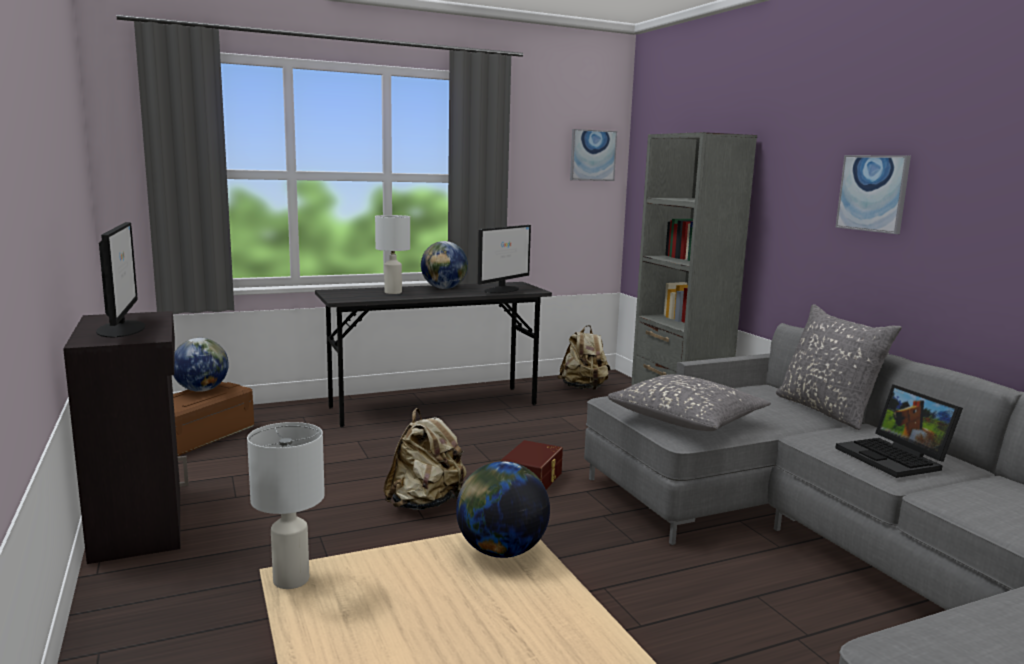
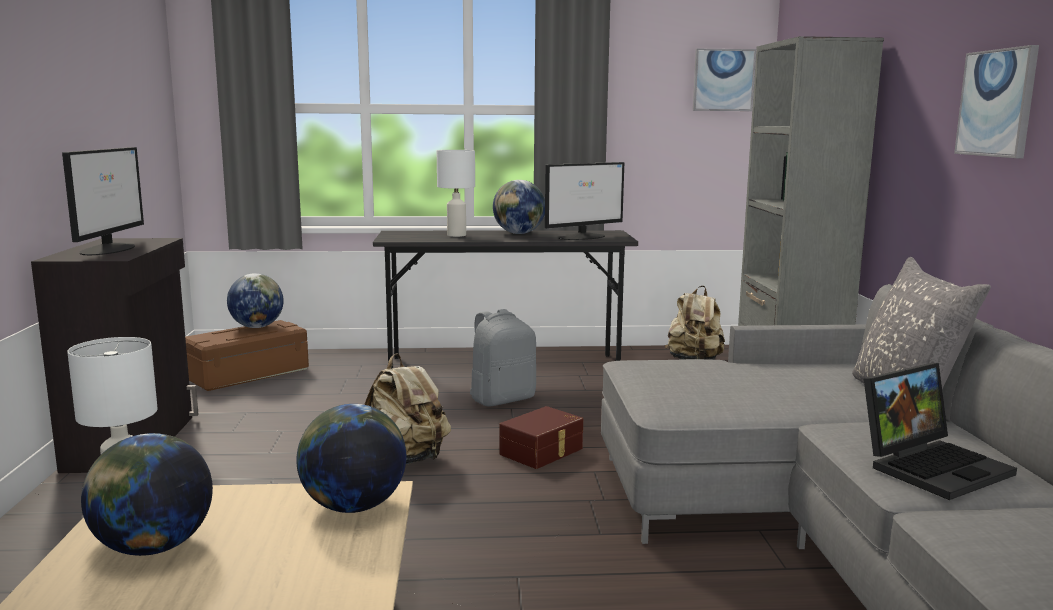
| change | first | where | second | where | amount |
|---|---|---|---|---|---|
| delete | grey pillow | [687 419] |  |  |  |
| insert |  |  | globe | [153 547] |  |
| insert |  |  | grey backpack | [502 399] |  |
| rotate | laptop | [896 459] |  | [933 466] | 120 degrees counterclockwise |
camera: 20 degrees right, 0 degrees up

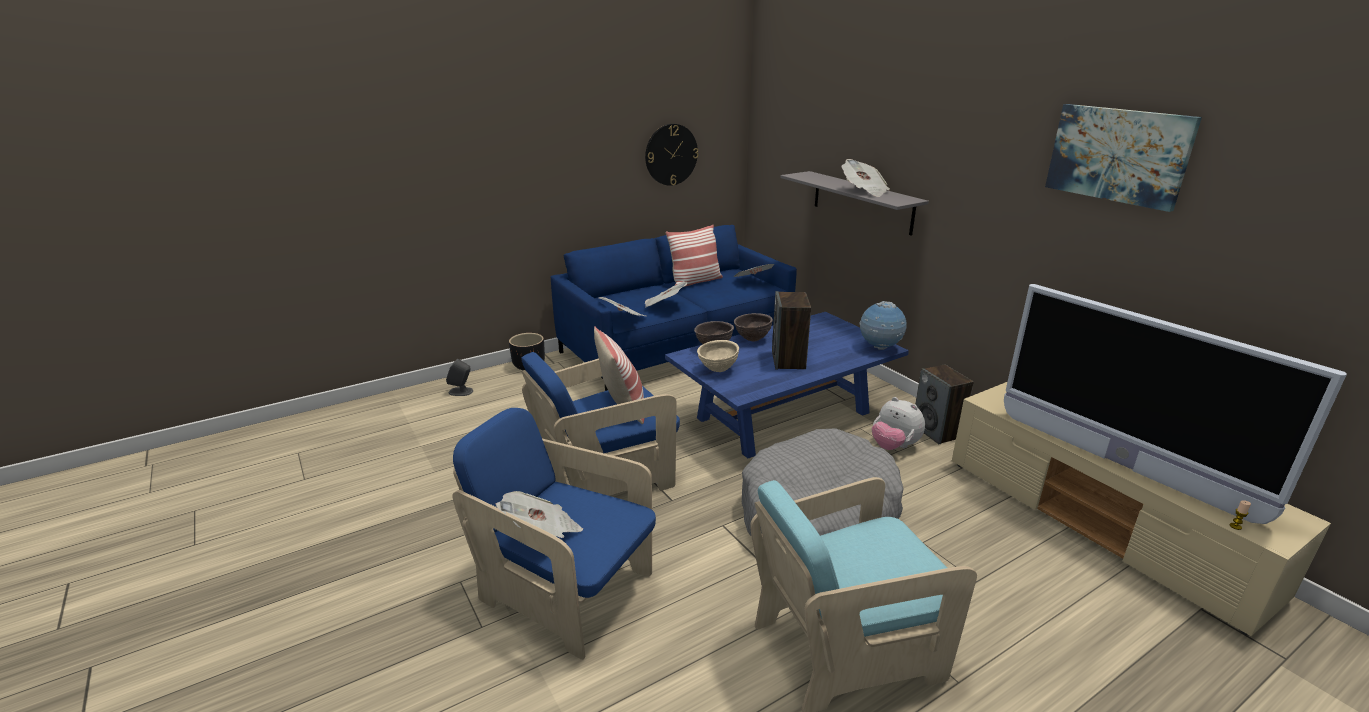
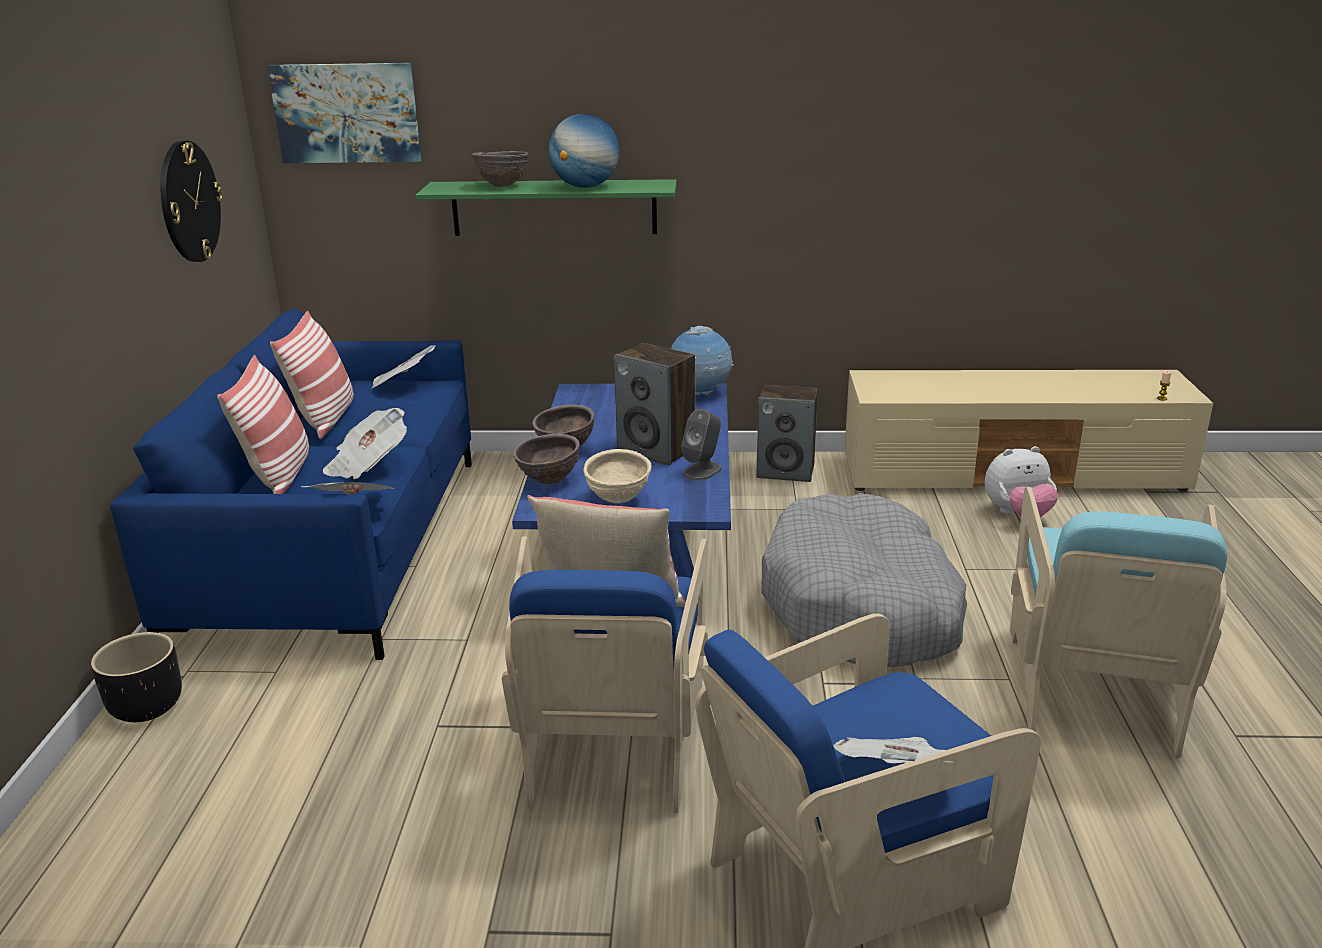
| change | first | where | second | where | amount |
|---|---|---|---|---|---|
| delete | television | [1119 464] |  |  |  |
| insert |  |  | pillow | [279 474] |  |
| insert |  |  | brown bowl | [503 186] |  |
| move | grey speaker | [461 392] |  | [702 471] |  |
| move | plush toy | [894 446] |  | [1017 515] |  |
| move | picture | [1118 155] |  | [347 113] |  |
| replace | newspaper | [864 191] | globe | [585 187] |  |
| recolor | grey shelf | [862 202] | green shelf | [554 207] |  |
camera: 55 degrees left, 0 degrees up

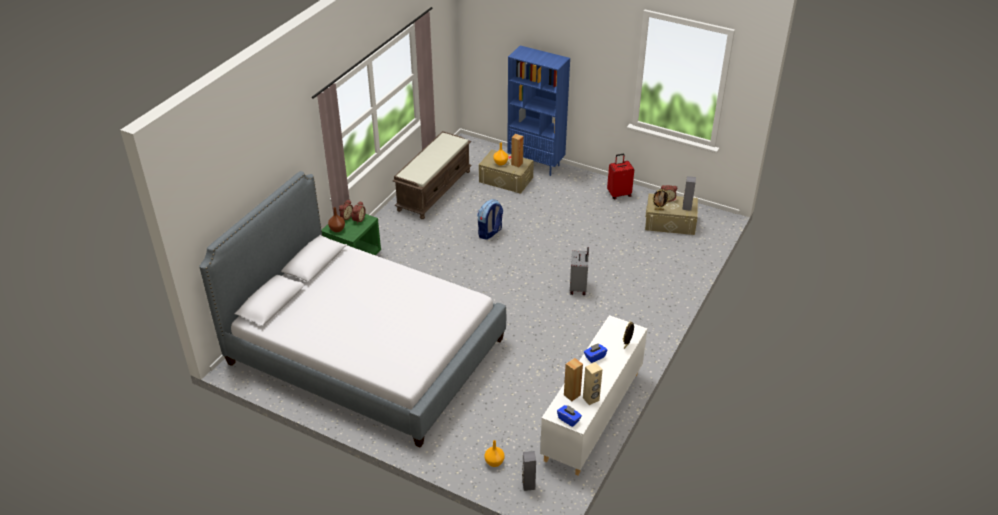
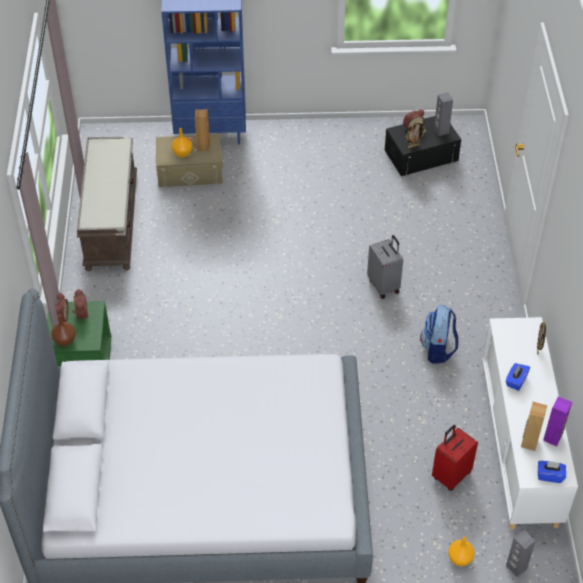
| change | first | where | second | where | amount |
|---|---|---|---|---|---|
| move | backpack | [490 233] |  | [438 349] |  |
| move | red suitcase | [619 194] |  | [450 475] |  |
| recolor | beige speaker | [591 399] | purple speaker | [553 437] |  |
| recolor | beige storage box | [670 222] | black storage box | [421 155] |  |
camera: 30 degrees left, 10 degrees up

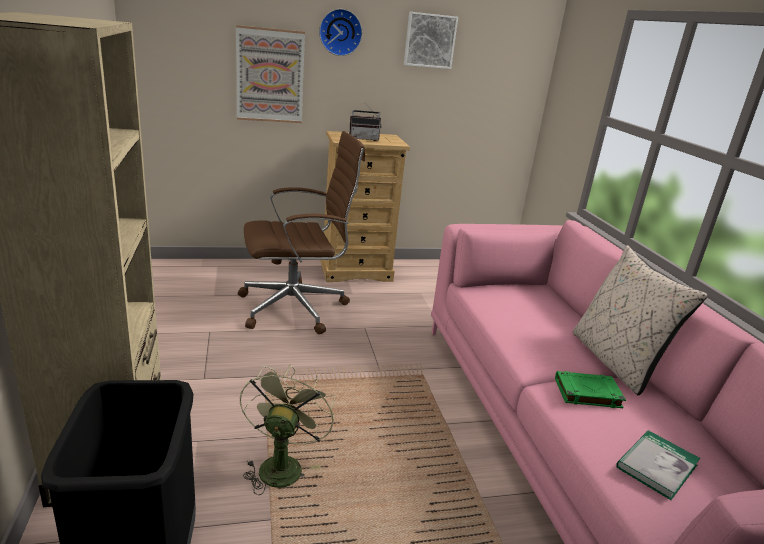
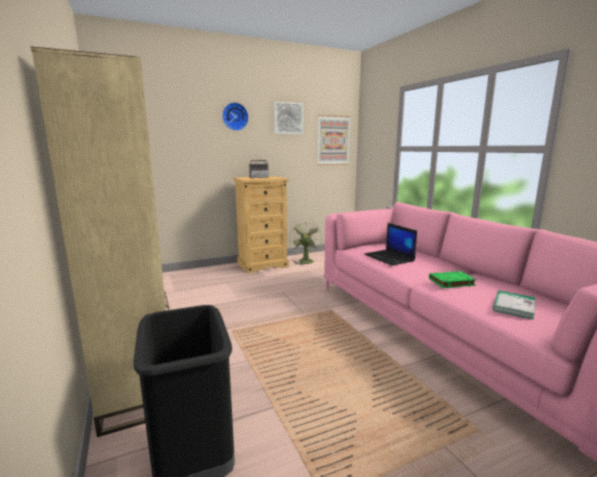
| change | first | where | second | where | amount |
|---|---|---|---|---|---|
| delete | brown office chair | [296 307] |  |  |  |
| delete | beige pillow | [615 361] |  |  |  |
| insert |  |  | laptop | [389 258] |  |
| move | picture | [270 76] |  | [333 140] |  |
| move | green fan | [281 464] |  | [304 260] |  |
camera: 10 degrees left, 10 degrees down

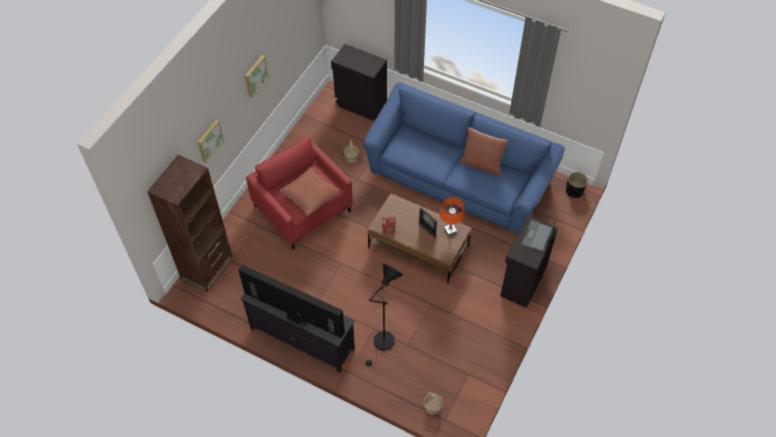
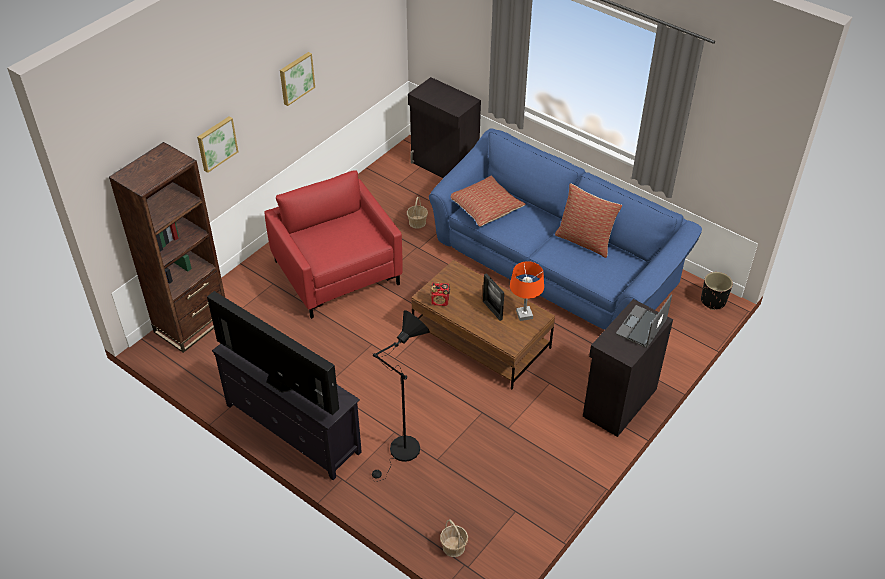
| change | first | where | second | where | amount |
|---|---|---|---|---|---|
| move | pillow | [309 195] |  | [485 208] |  |
camera: 10 degrees right, 10 degrees down

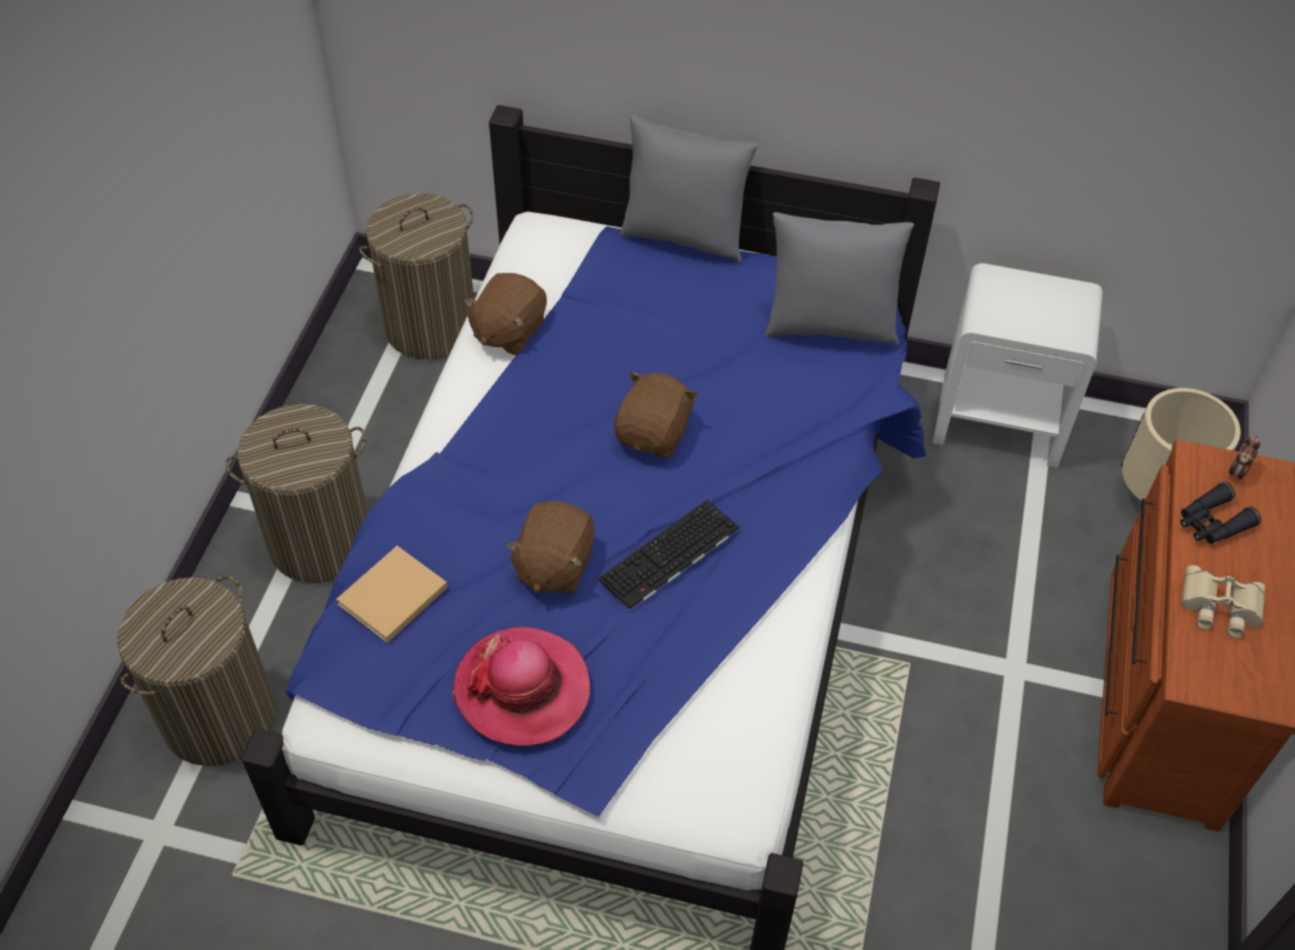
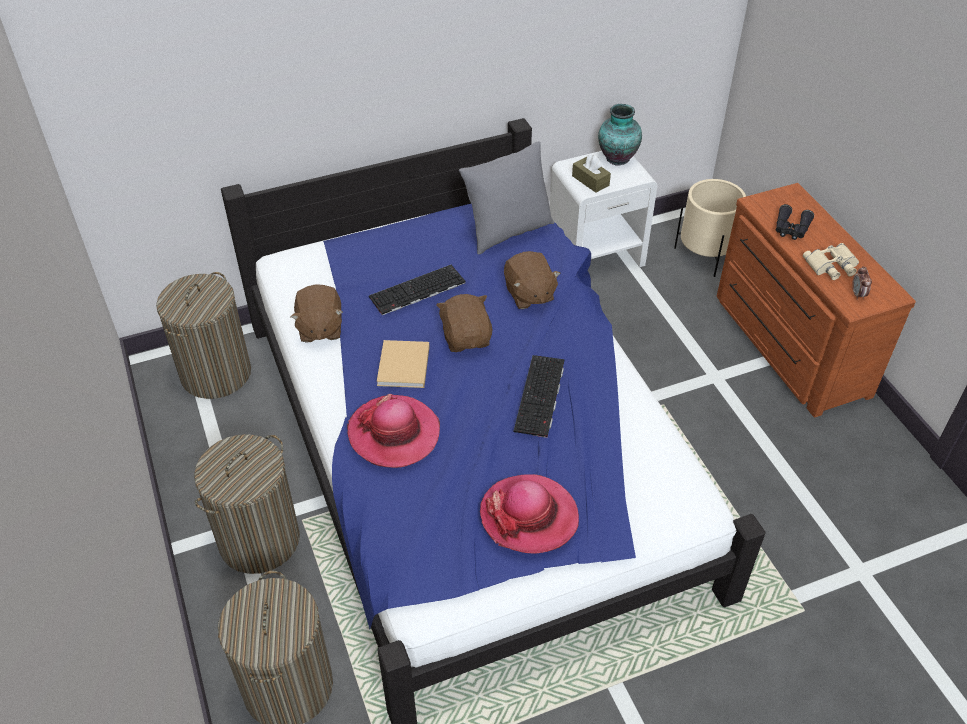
| change | first | where | second | where | amount |
|---|---|---|---|---|---|
| delete | grey pillow | [684 236] |  |  |  |
| insert |  |  | hat | [394 433] |  |
| insert |  |  | keyboard | [417 291] |  |
| insert |  |  | brown tissue box | [590 180] |  |
| insert |  |  | vase | [616 158] |  |
| move | beige book | [390 598] |  | [403 367] |  |
| move | brown plush toy | [553 565] |  | [529 294] |  |
| move | alarm clock | [1236 473] |  | [858 294] |  |
camera: 35 degrees left, 5 degrees down

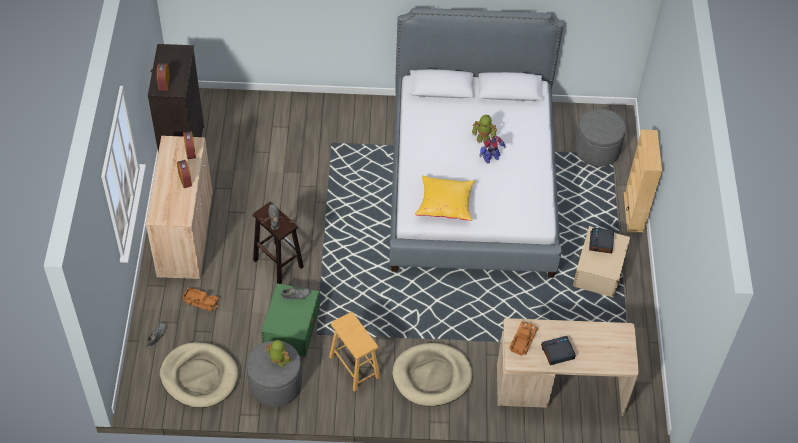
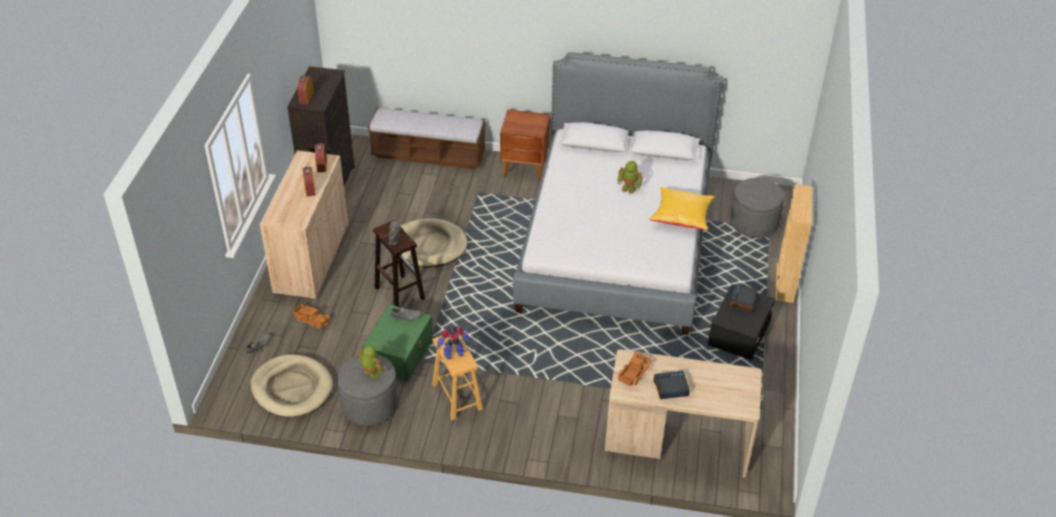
| change | first | where | second | where | amount |
|---|---|---|---|---|---|
| insert |  |  | bench | [428 155] |  |
| insert |  |  | brown nightstand | [525 168] |  |
| move | beige dog bed | [432 376] |  | [429 246] |  |
| move | yellow pillow | [445 204] |  | [681 217] |  |
| move | toy robot | [490 158] |  | [453 353] |  |
| recolor | beige storage box | [598 270] | black storage box | [738 333] |  |
camera: 10 degrees right, 10 degrees down

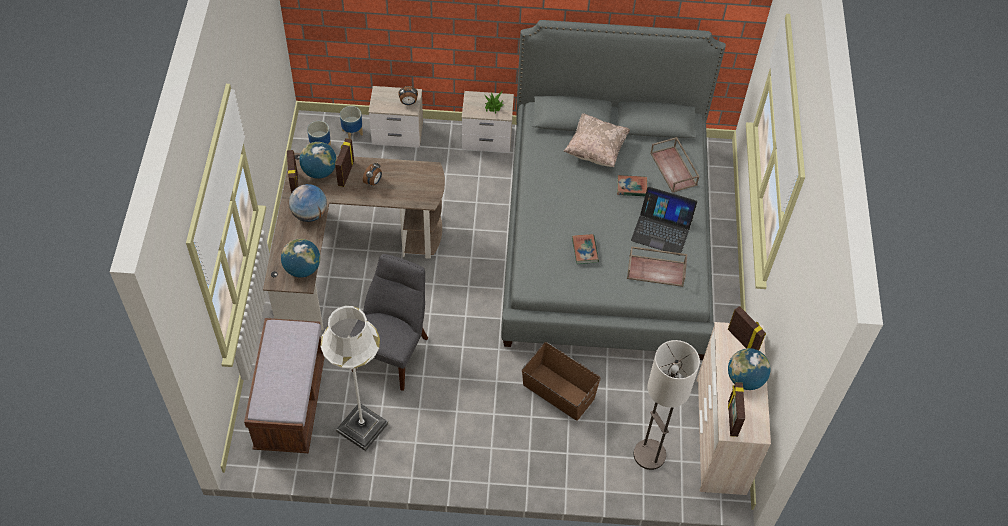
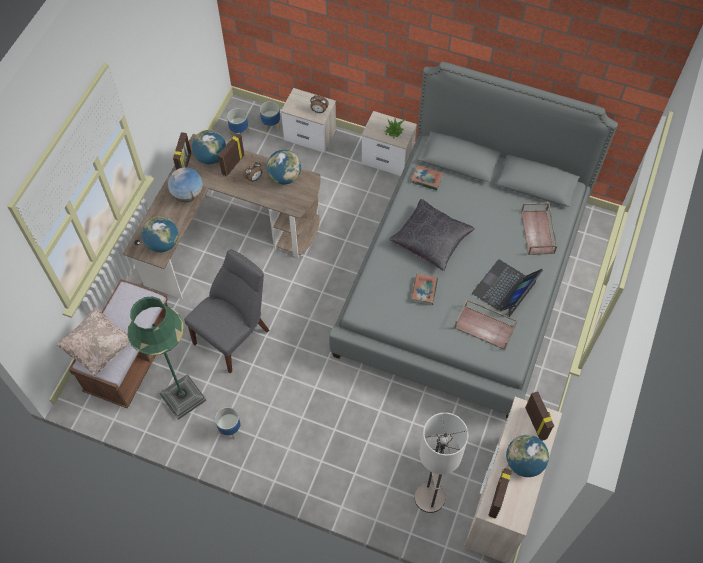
| change | first | where | second | where | amount |
|---|---|---|---|---|---|
| delete | brown storage box | [558 392] |  |  |  |
| insert |  |  | planter | [230 429] |  |
| insert |  |  | globe | [285 177] |  |
| insert |  |  | black pillow | [431 239] |  |
| move | beige pillow | [596 150] |  | [99 348] |  |
| move | book | [631 187] |  | [427 179] |  |
| recolor | white floor lamp | [362 427] | green floor lamp | [183 397] |  |
| rotate | laptop | [662 229] |  | [505 288] | 90 degrees clockwise |
camera: 20 degrees right, 5 degrees up

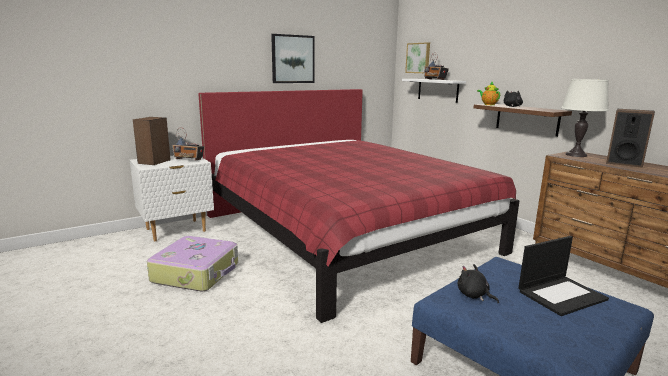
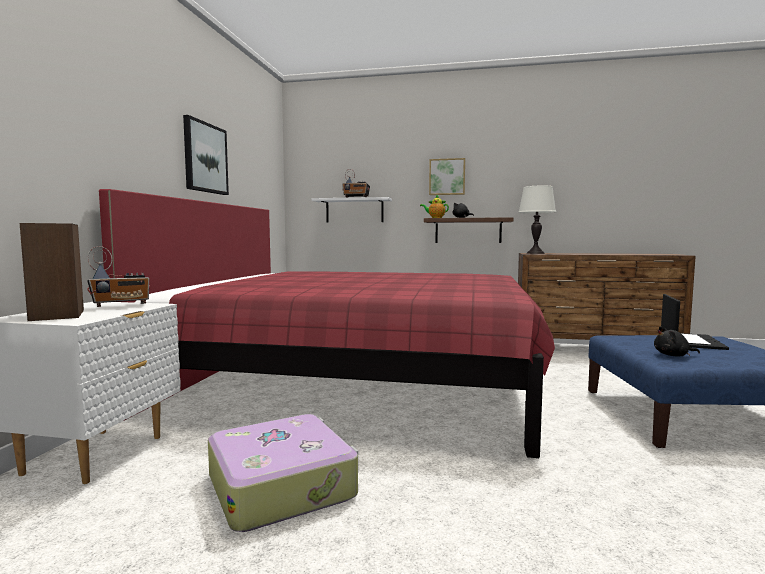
| change | first | where | second | where | amount |
|---|---|---|---|---|---|
| delete | speaker | [624 163] |  |  |  |
| move | picture | [418 58] |  | [447 177] |  |
camera: 45 degrees left, 10 degrees down

